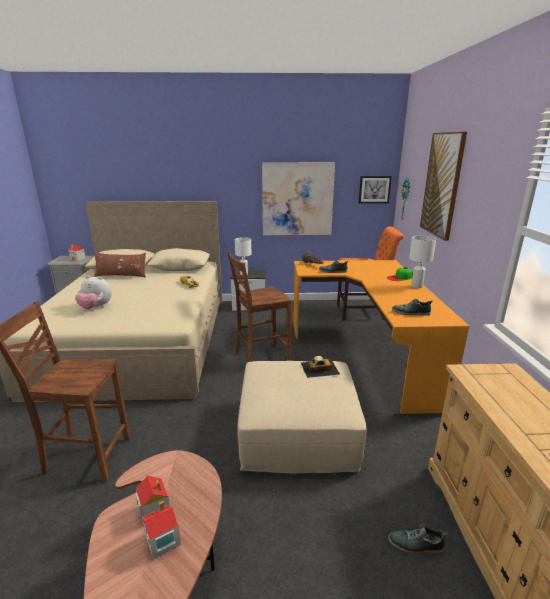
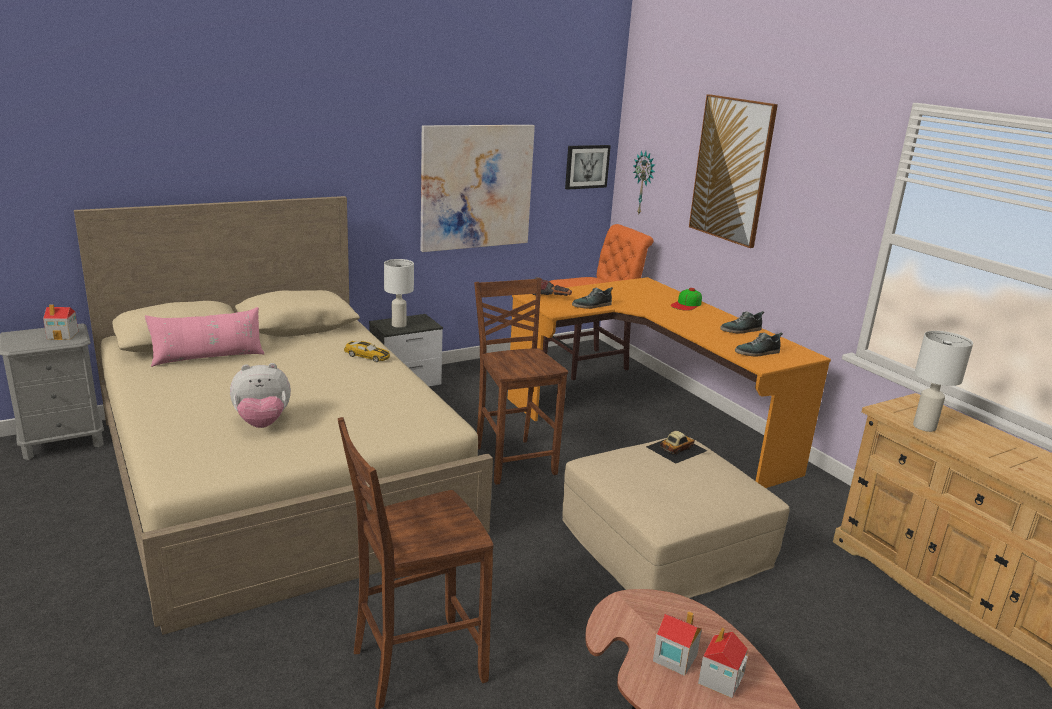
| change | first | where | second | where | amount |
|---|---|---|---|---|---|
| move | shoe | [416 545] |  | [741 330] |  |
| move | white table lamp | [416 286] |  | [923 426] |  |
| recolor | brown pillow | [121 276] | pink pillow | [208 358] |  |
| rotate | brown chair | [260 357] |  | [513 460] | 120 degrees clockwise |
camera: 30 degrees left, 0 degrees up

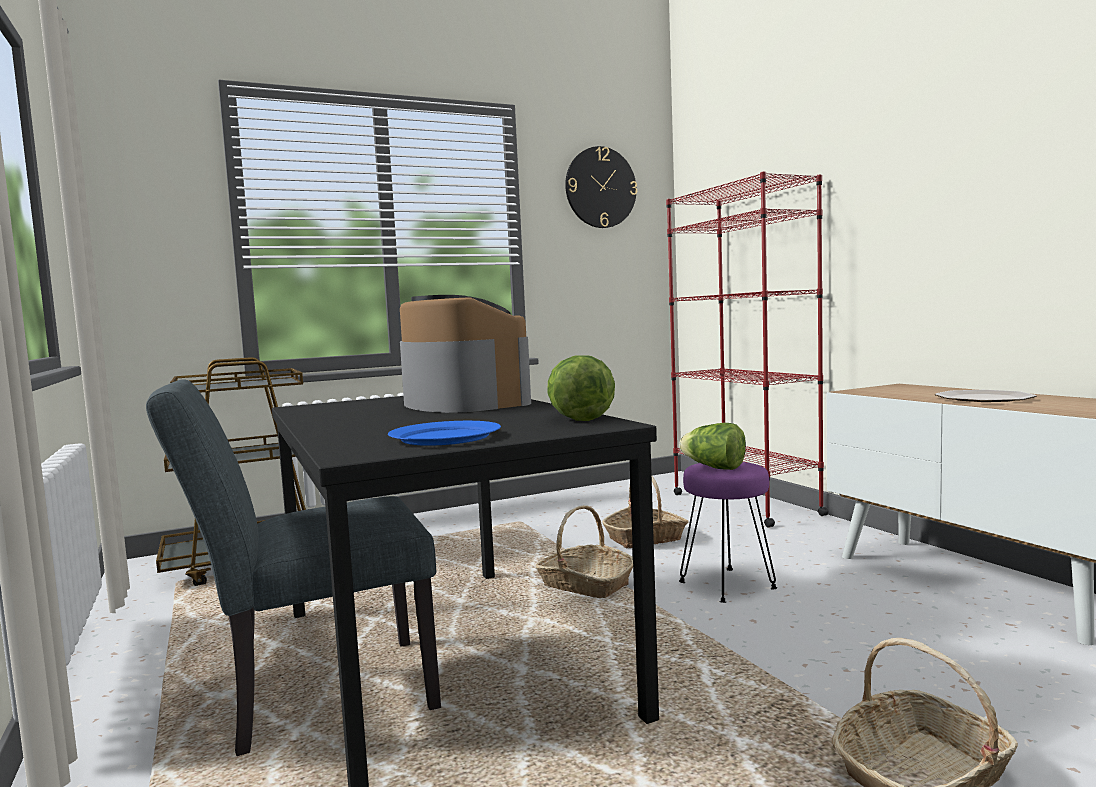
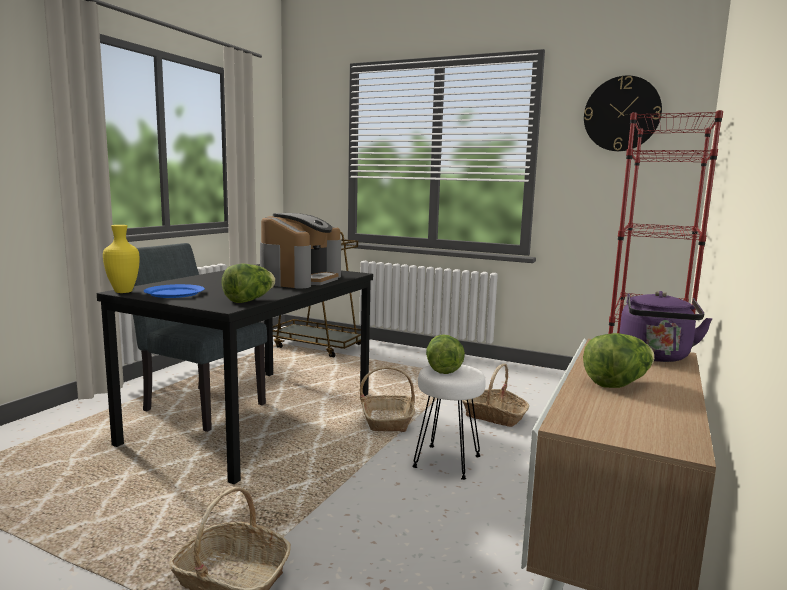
| change | first | where | second | where | amount |
|---|---|---|---|---|---|
| insert |  |  | yellow vase | [124 291] |  |
| insert |  |  | purple kettle | [655 357] |  |
| replace | plate | [983 398] | lettuce | [617 383] |  |
| recolor | purple stool | [728 585] | white stool | [447 462] |  |
camera: 50 degrees right, 5 degrees up

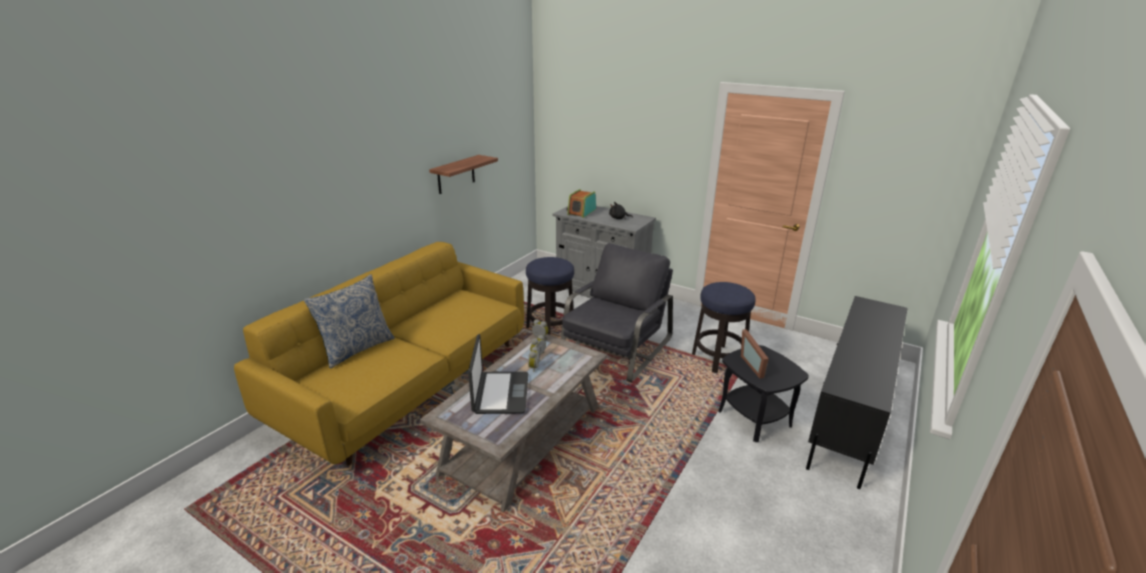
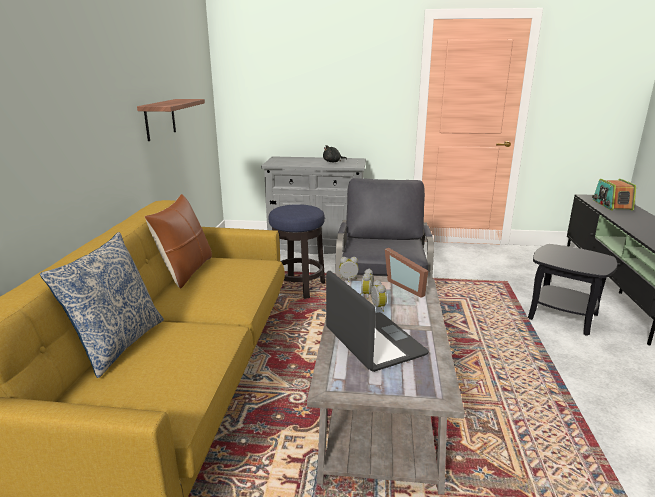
| change | first | where | second | where | amount |
|---|---|---|---|---|---|
| delete | stool | [718 359] |  |  |  |
| insert |  |  | brown pillow | [185 271] |  |
| move | radio | [581 212] |  | [611 205] |  |
| move | picture frame | [754 365] |  | [407 286] |  |
camera: 25 degrees left, 5 degrees down

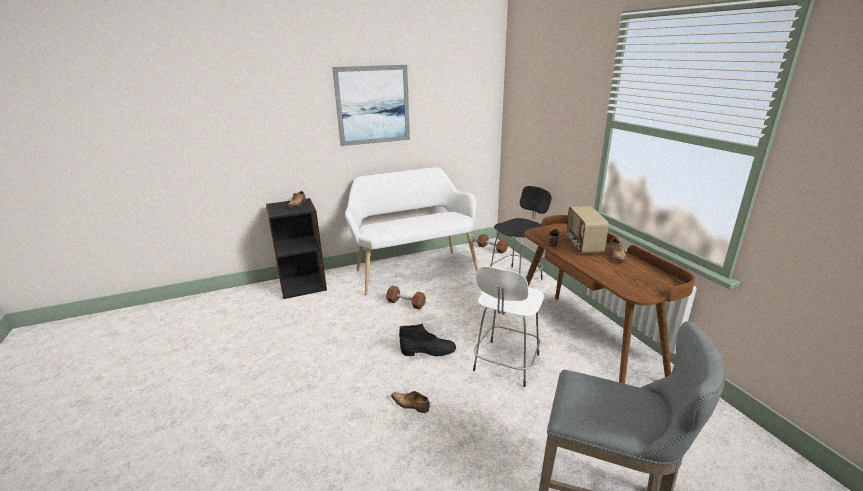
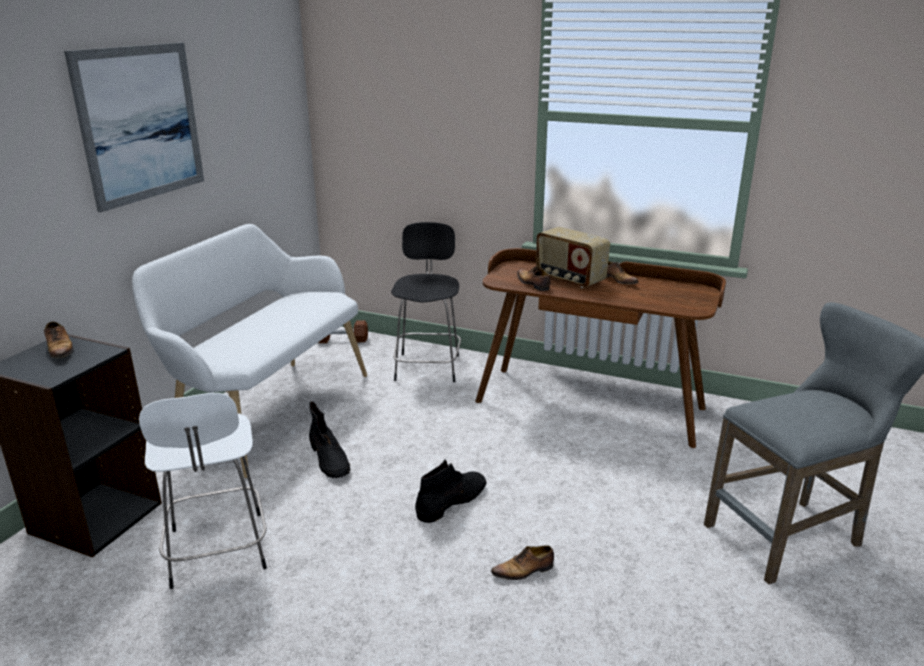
| change | first | where | second | where | amount |
|---|---|---|---|---|---|
| move | white stool | [505 364] |  | [218 552] |  |
| replace | brown dumbbell | [406 303] | black boot | [330 460] |  |
camera: 45 degrees left, 0 degrees up

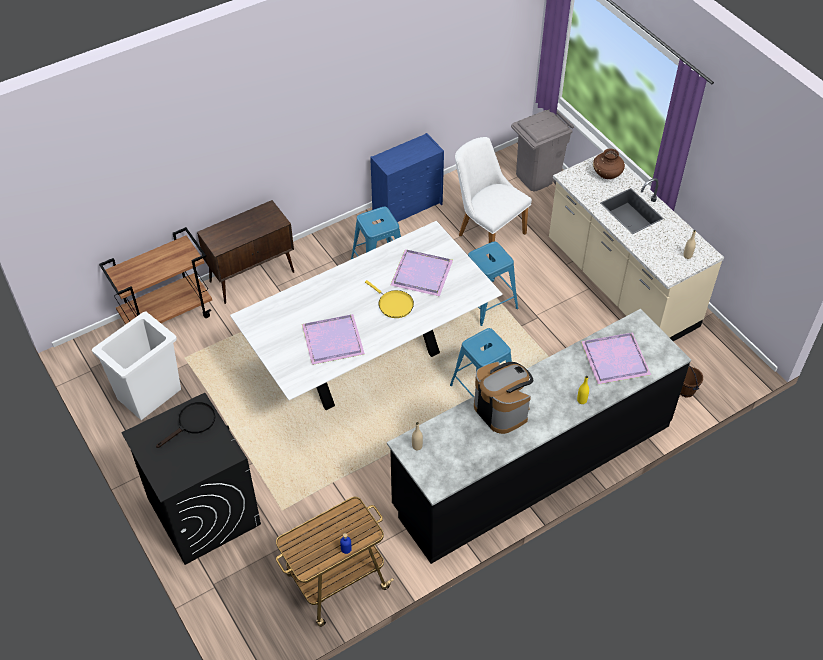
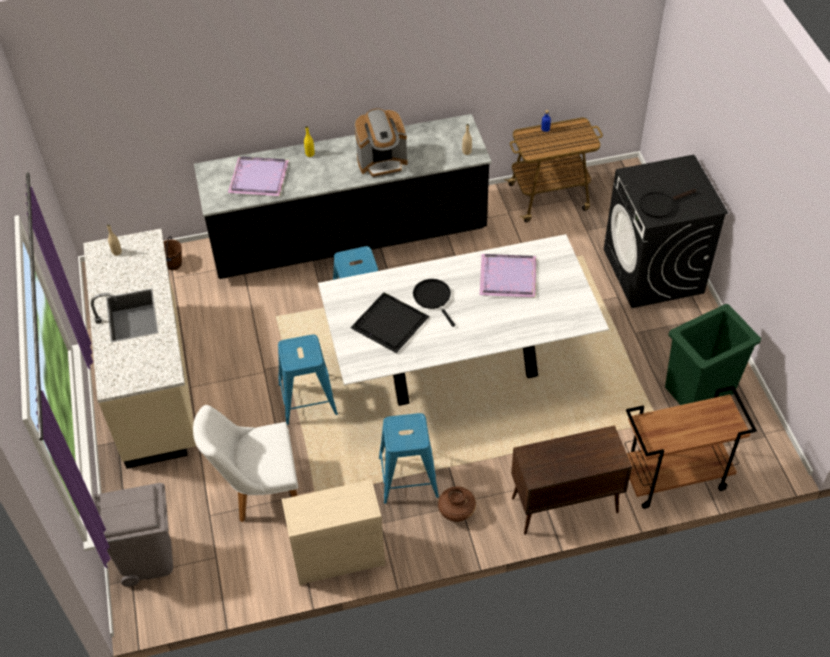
| change | first | where | second | where | amount |
|---|---|---|---|---|---|
| move | brown vase | [607 174] |  | [456 512] |  |
| recolor | white trash can | [150 394] | green trash can | [698 390] |  |
| recolor | yellow frying pan | [393 304] | black frying pan | [433 298] |  |
| recolor | blue dresser | [408 207] | beige dresser | [337 557] |  |
| recolor | purple tray | [423 273] | black tray | [388 324] |  |
| rotate | white chair | [486 231] |  | [258 491] | 105 degrees clockwise |
| rotate | coffee machine | [501 410] |  | [382 162] | 90 degrees counterclockwise |
camera: 160 degrees left, 0 degrees up

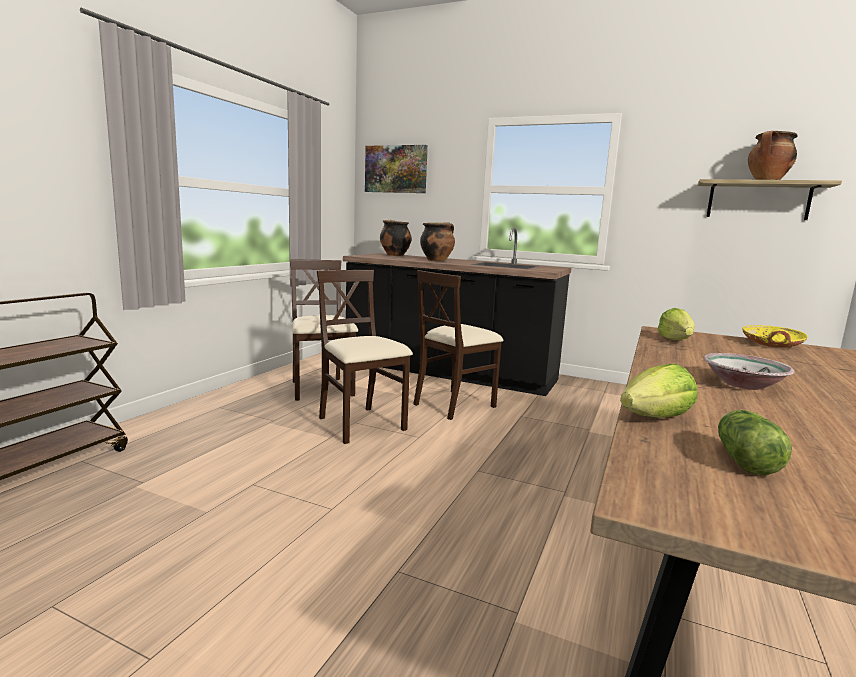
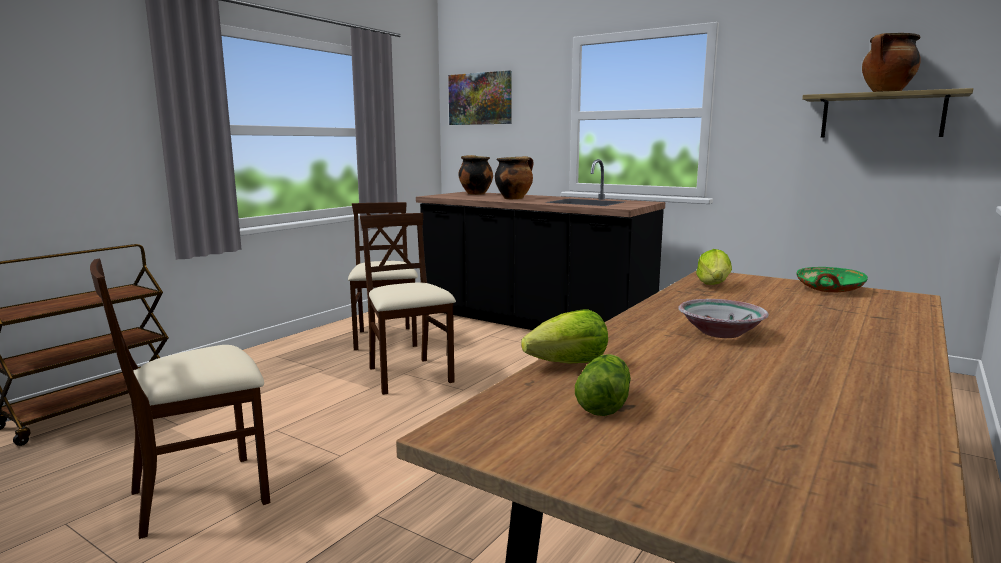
| change | first | where | second | where | amount |
|---|---|---|---|---|---|
| move | beige chair | [454 404] |  | [202 494] |  |
| recolor | yellow bowl | [771 345] | green bowl | [829 289] |  |
camera: 10 degrees right, 0 degrees up

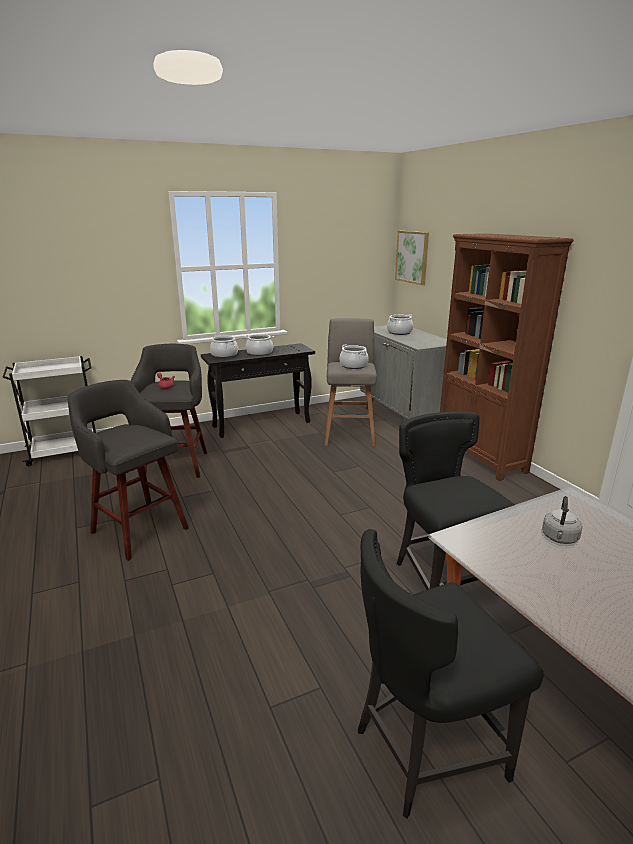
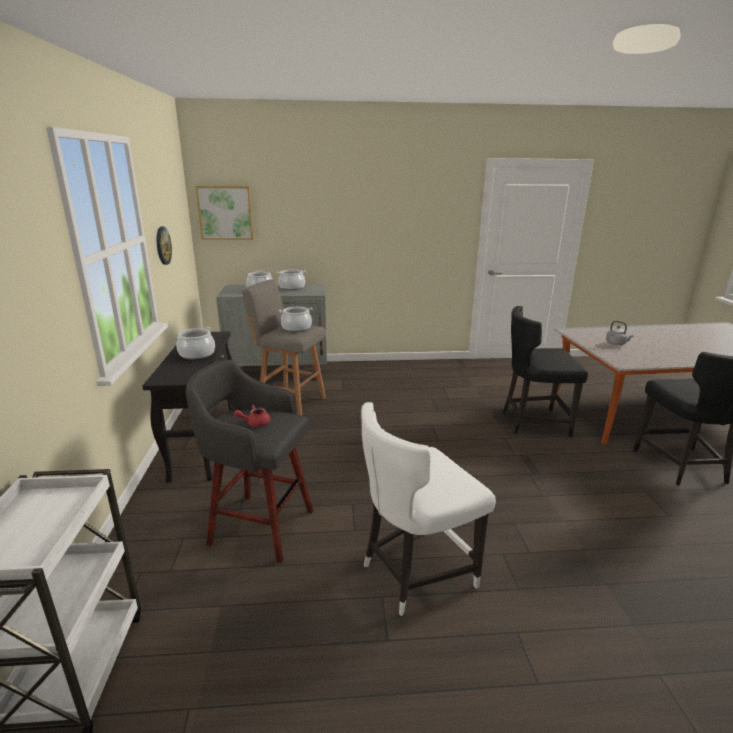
| change | first | where | second | where | amount |
|---|---|---|---|---|---|
| delete | brown bookcase | [480 456] |  |  |  |
| insert |  |  | wall clock | [162 245] |  |
| move | cooking pot | [224 355] |  | [292 288] |  |
| replace | grey stool | [138 529] | white chair | [415 573] |  |
camera: 70 degrees left, 0 degrees up

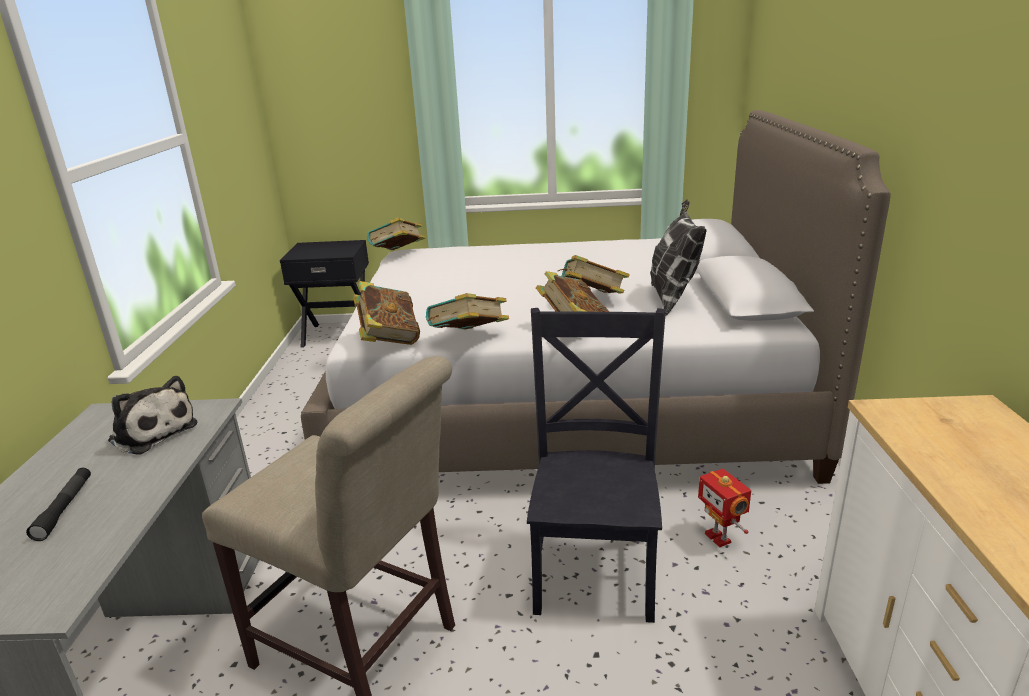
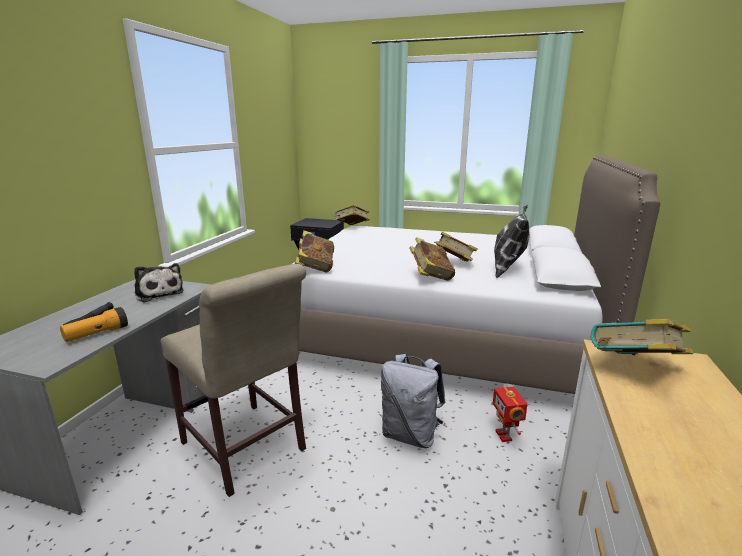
| change | first | where | second | where | amount |
|---|---|---|---|---|---|
| insert |  |  | flashlight | [97 334] |  |
| move | book | [469 339] |  | [634 369] |  |
| replace | black chair | [596 566] | grey backpack | [410 435] |  |
camera: 15 degrees right, 5 degrees down

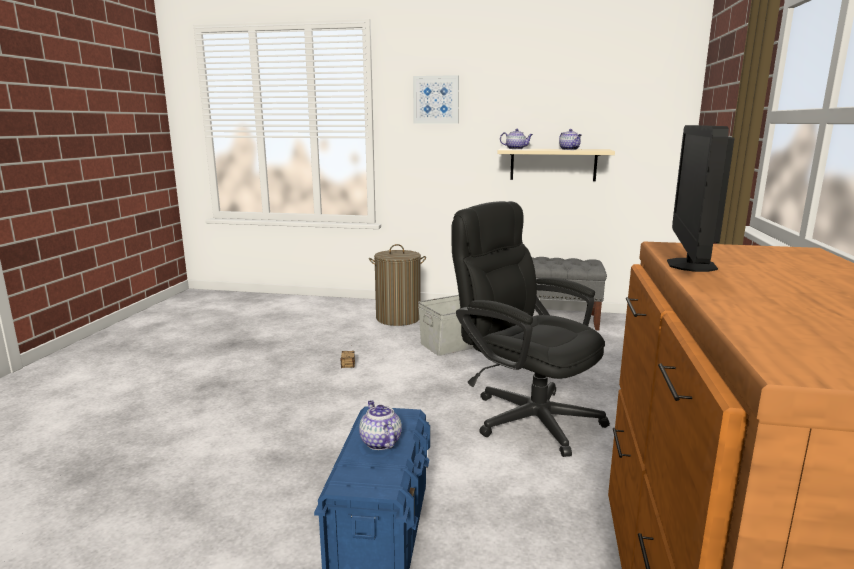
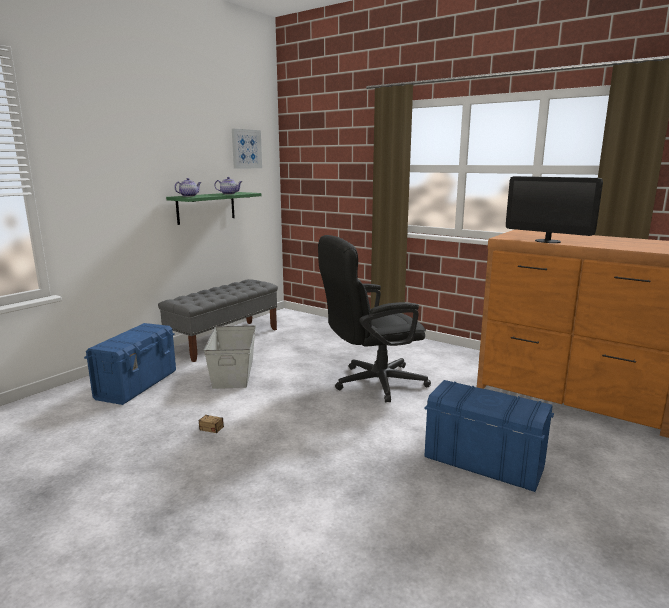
| change | first | where | second | where | amount |
|---|---|---|---|---|---|
| delete | teapot | [380 442] |  |  |  |
| move | picture | [436 100] |  | [246 149] |  |
| replace | laundry basket | [398 318] | blue storage box | [137 385] |  |
| recolor | beige shelf | [553 164] | green shelf | [206 207] |  |
camera: 65 degrees left, 0 degrees up

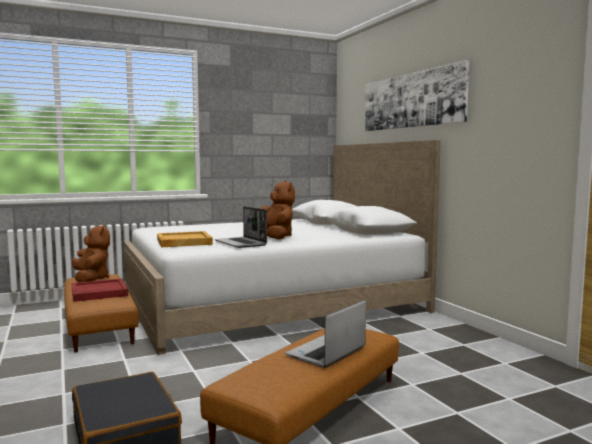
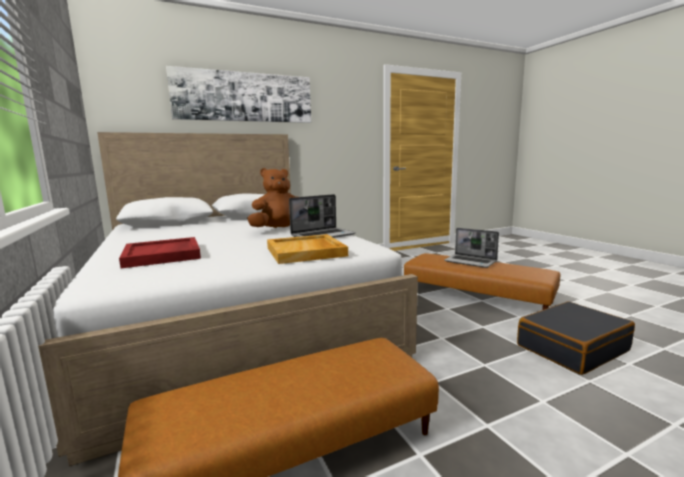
| change | first | where | second | where | amount |
|---|---|---|---|---|---|
| delete | brown plush toy | [91 279] |  |  |  |
| move | red tray | [98 292] |  | [163 255] |  |
camera: 90 degrees left, 5 degrees up

